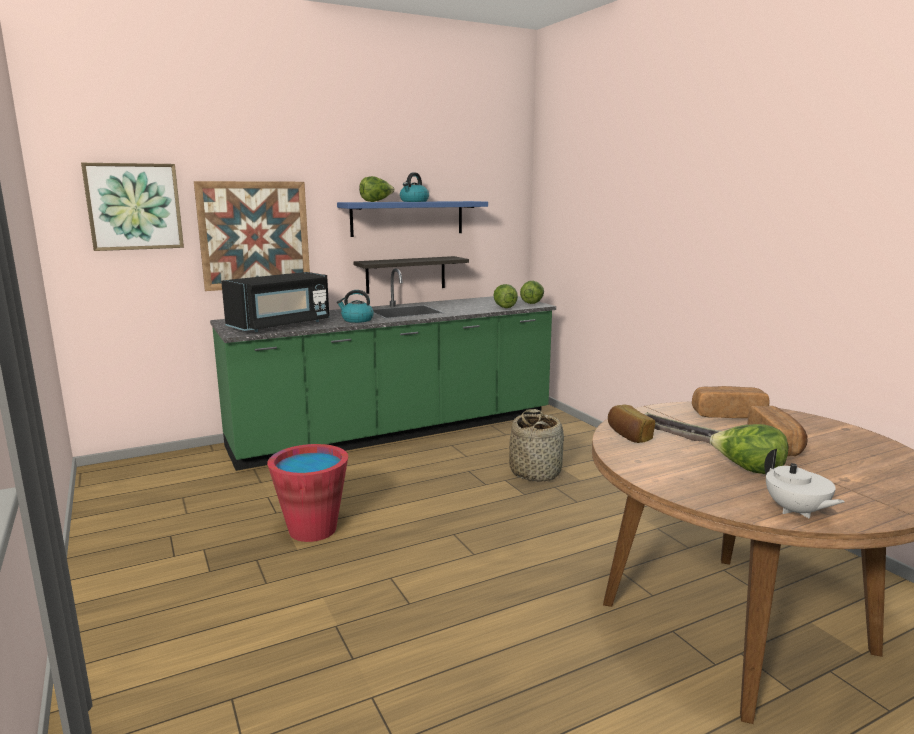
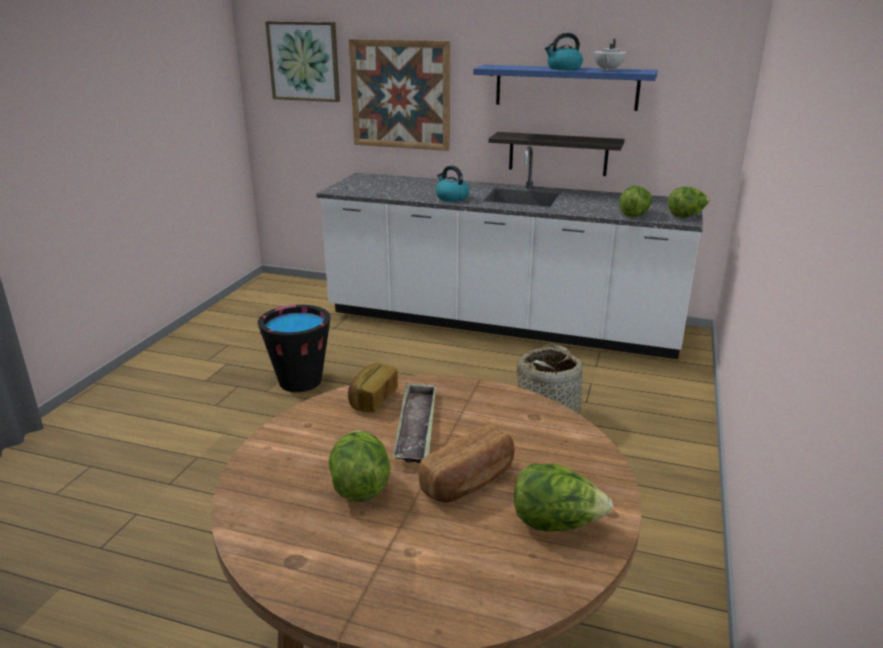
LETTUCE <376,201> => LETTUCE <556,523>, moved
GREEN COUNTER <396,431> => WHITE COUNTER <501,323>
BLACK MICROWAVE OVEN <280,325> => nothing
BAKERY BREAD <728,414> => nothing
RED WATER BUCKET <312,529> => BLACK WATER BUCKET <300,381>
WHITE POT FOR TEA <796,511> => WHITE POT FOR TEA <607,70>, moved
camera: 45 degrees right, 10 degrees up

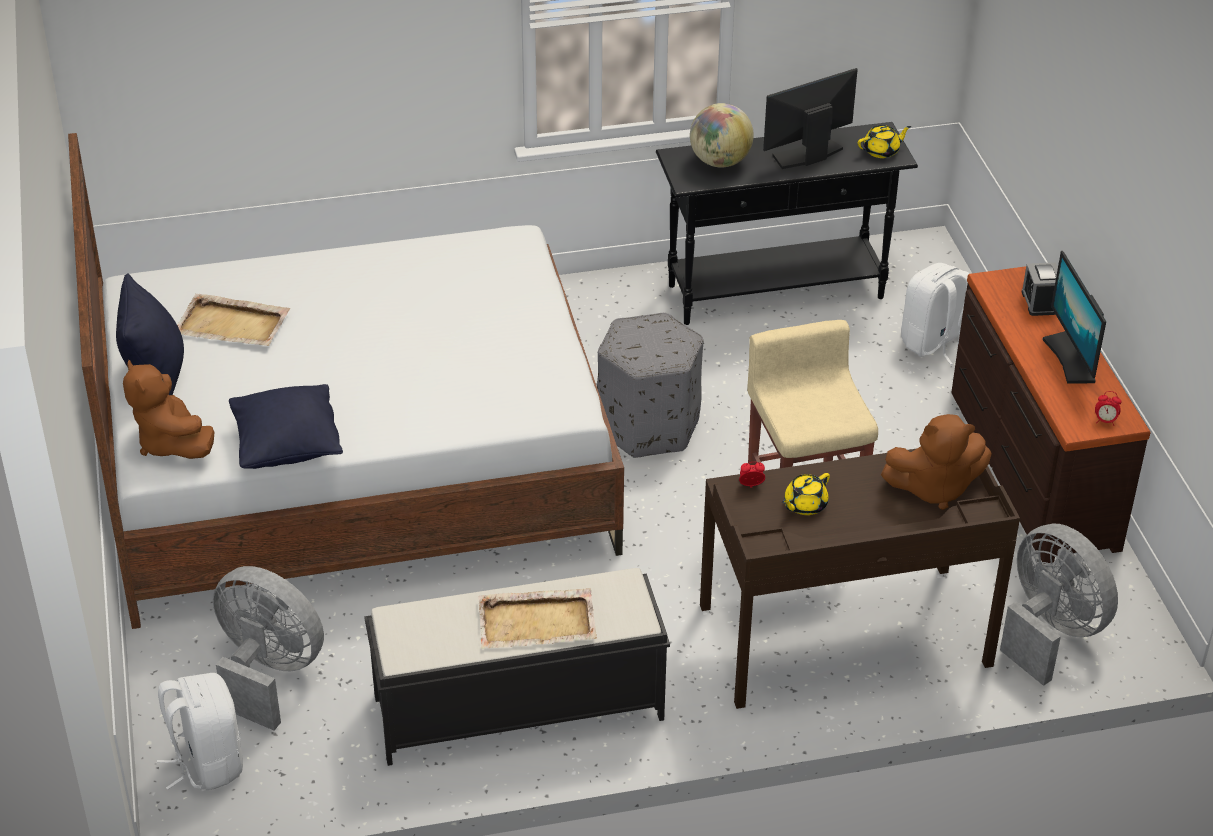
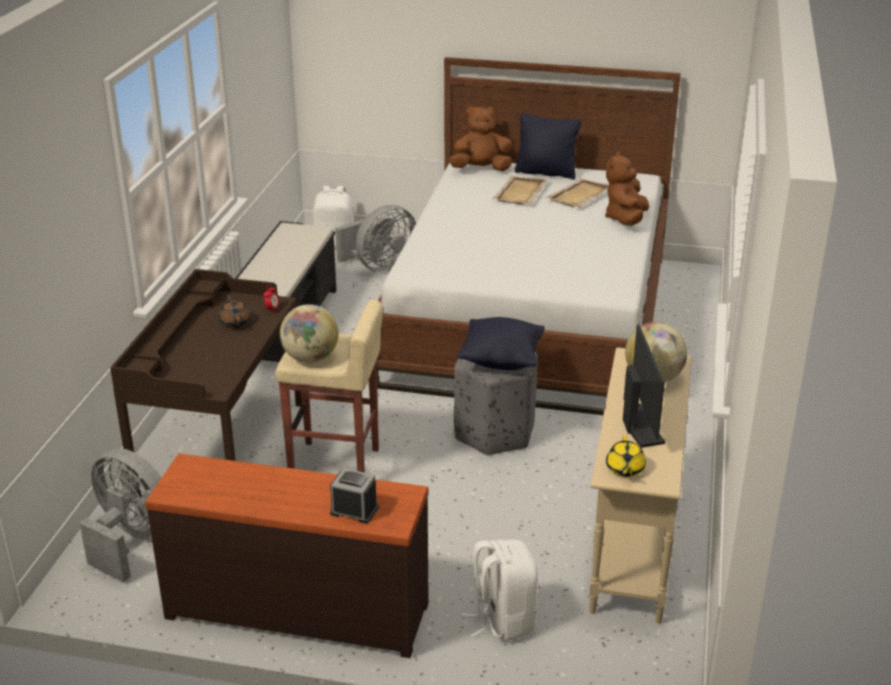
BLACK HALL TABLE <777,292> => BEIGE HALL TABLE <632,549>
MONITOR <1071,359> => nothing
BLACK THROW PILLOW <287,448> => BLACK THROW PILLOW <501,360>, moved
BEDSIDE CLOCK <1105,421> => nothing
BROWN CUDDLY TOY <934,488> => BROWN CUDDLY TOY <626,219>, moved
YELLOW POT FOR TEA <804,505> => BROWN POT FOR TEA <235,322>
GREYISH ELECTRIC FAN <1050,632> => GREYISH ELECTRIC FAN <131,541>, 135 degrees counterclockwise
BEIGE CARRYING TRAY <538,622> => BEIGE CARRYING TRAY <520,193>, moved
nothing => WORLD GLOBE <310,358>
camera: 115 degrees right, 10 degrees down

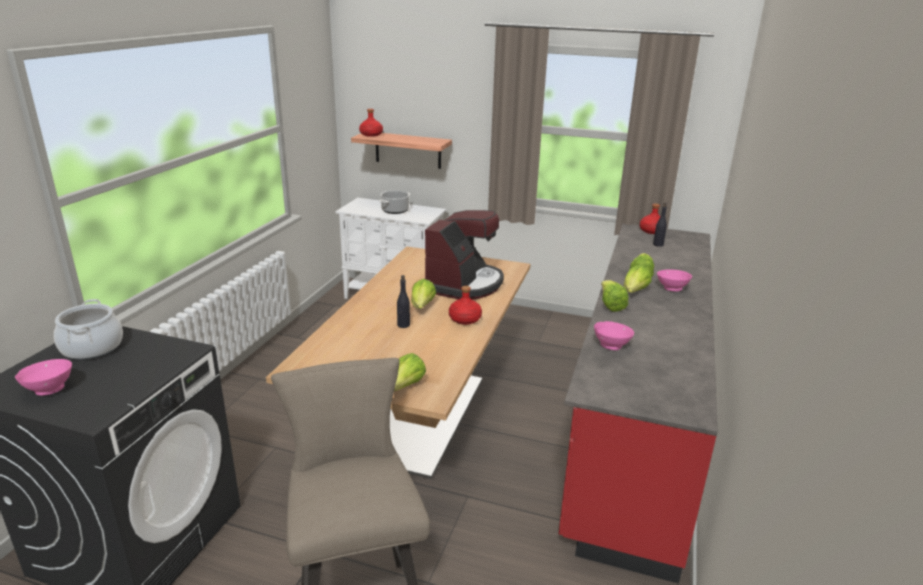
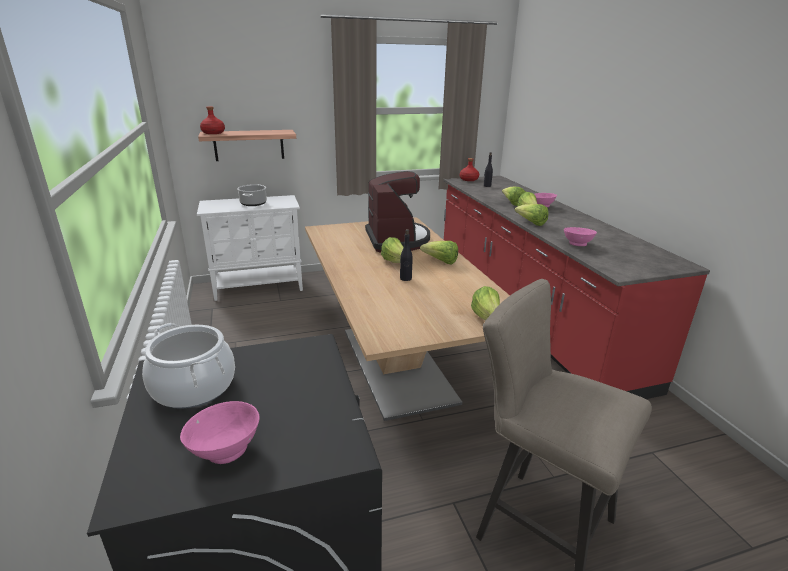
RED BOTTLE <464,319> => LETTUCE <441,262>
camera: 35 degrees left, 0 degrees up

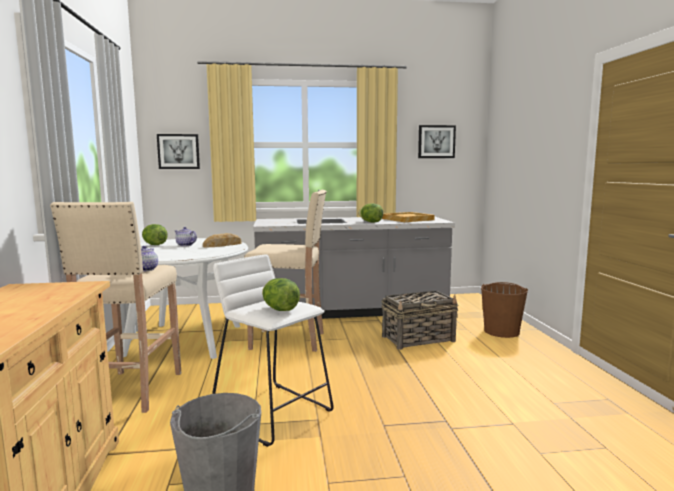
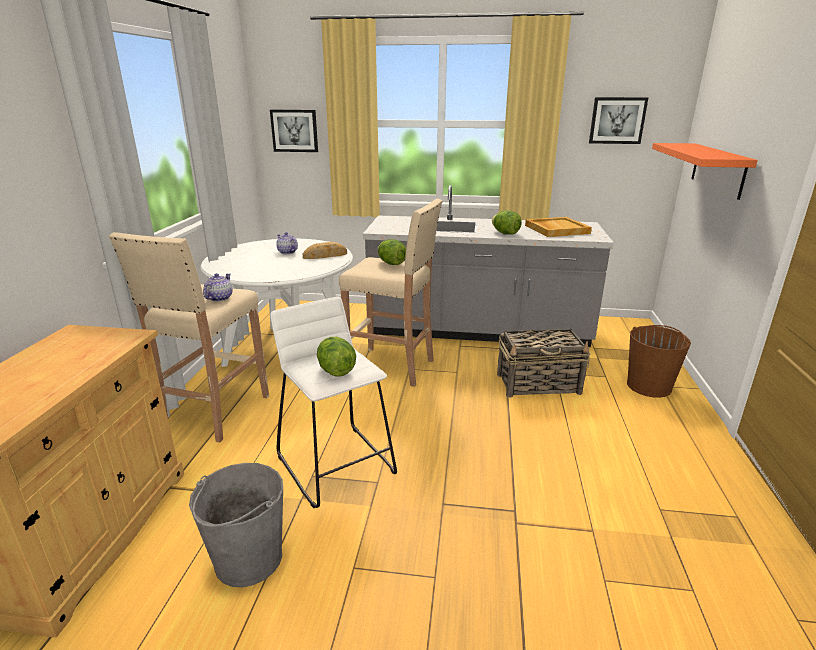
LETTUCE <154,245> => LETTUCE <391,263>, moved
nothing => ORANGE-COLOURED WALL SHELF <718,169>
camera: 15 degrees right, 15 degrees up

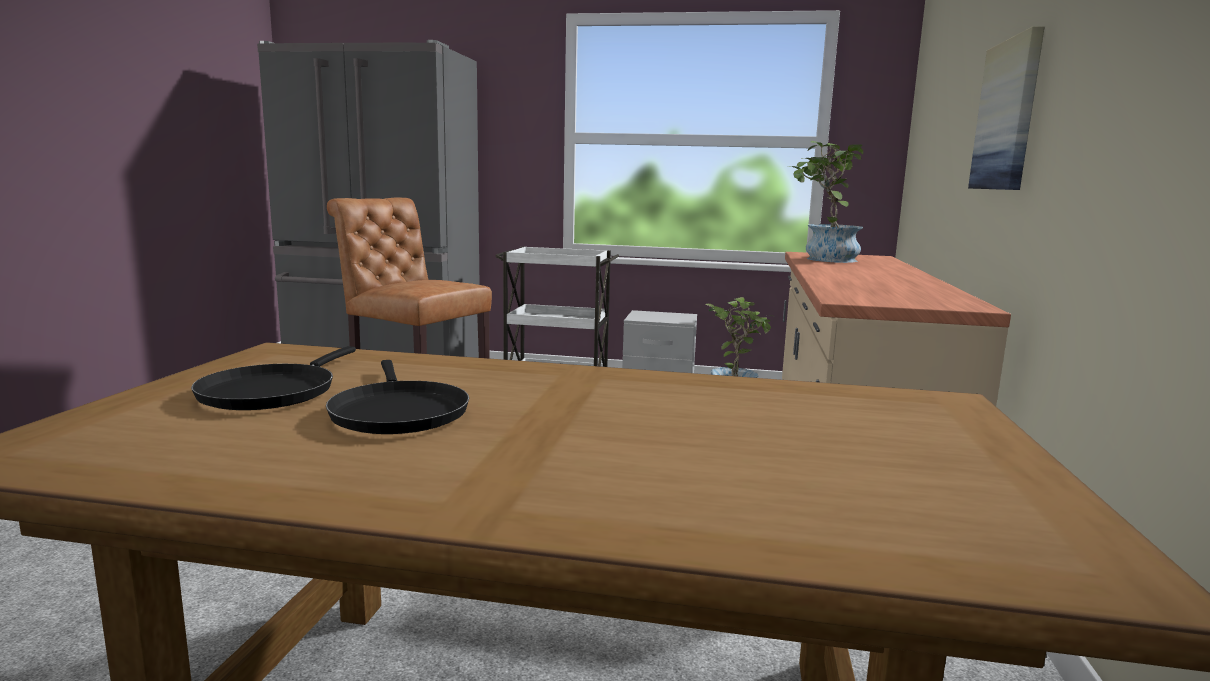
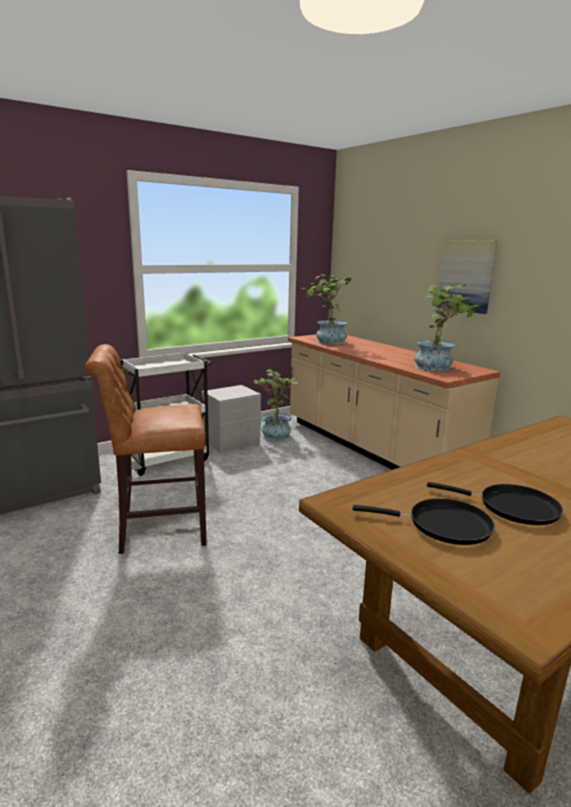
BLACK PAN <273,391> => BLACK PAN <443,525>, 45 degrees counterclockwise
nothing => PLANT IN A POT <438,367>
camera: 45 degrees left, 5 degrees up

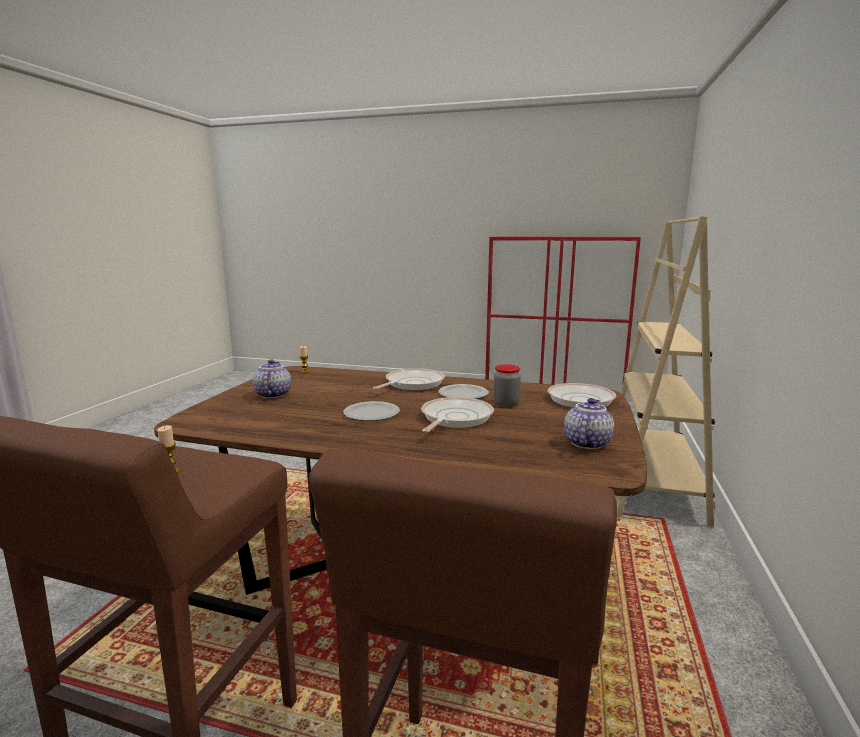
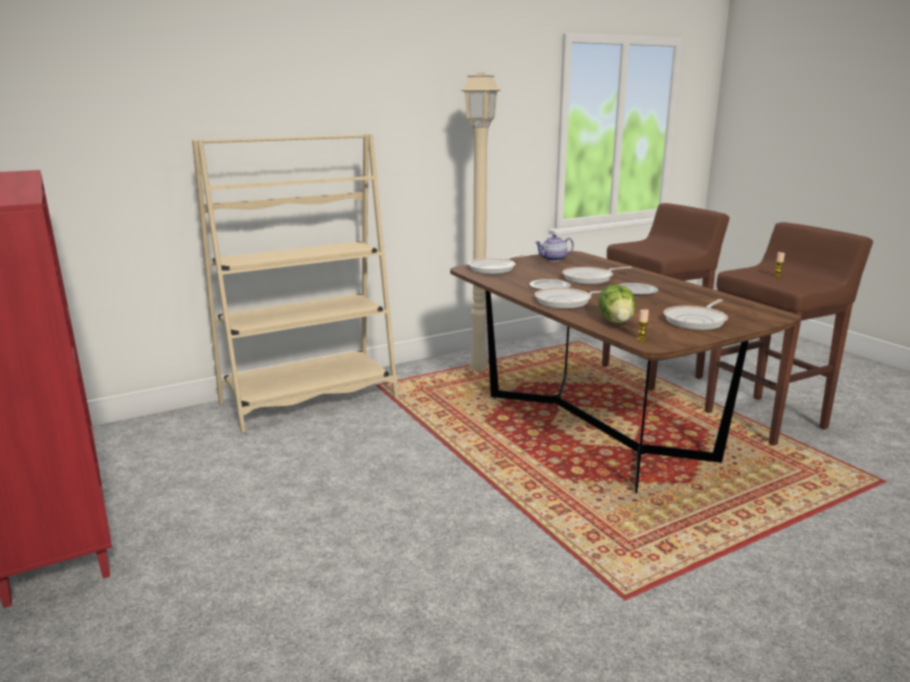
POT FOR TEA <272,394> => PAN <697,321>
JAR <506,403> => nothing
nothing => BEIGE STANDING LAMP <480,368>
nothing => LETTUCE <617,321>
camera: 135 degrees left, 5 degrees up

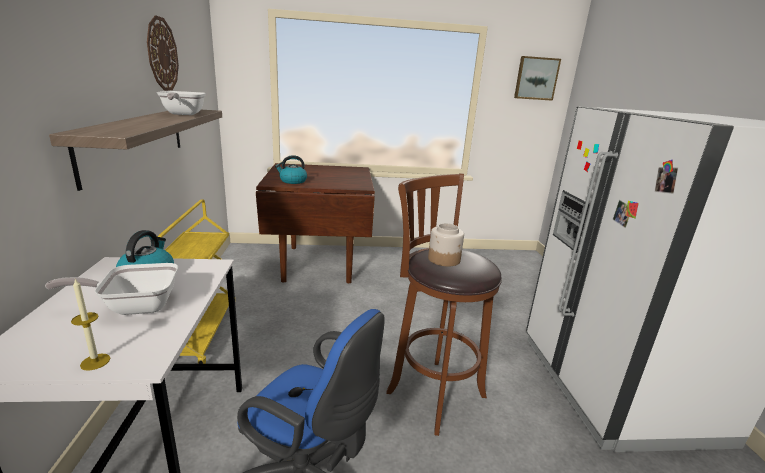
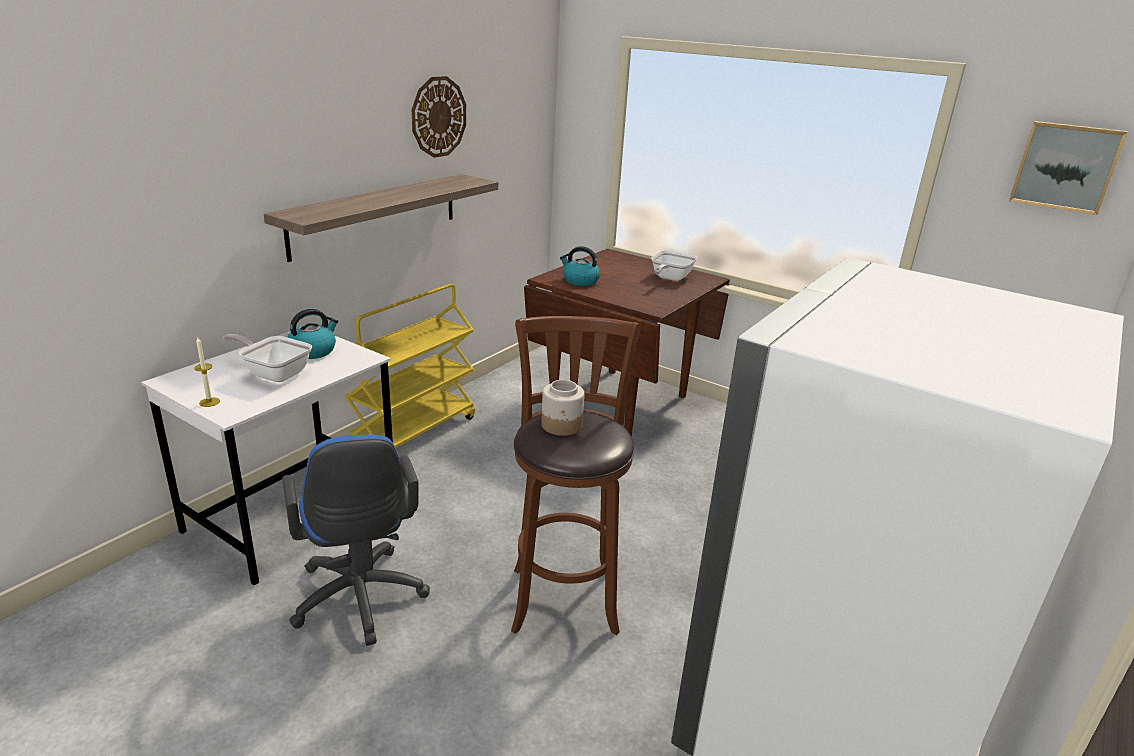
PAN <182,114> => PAN <669,278>, moved
camera: 40 degrees right, 5 degrees up

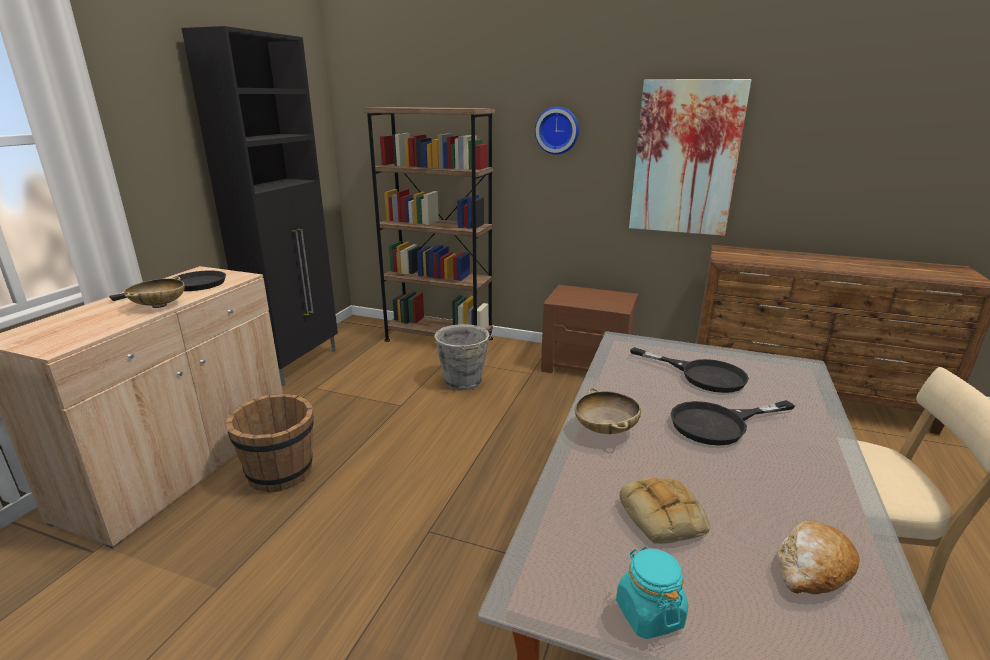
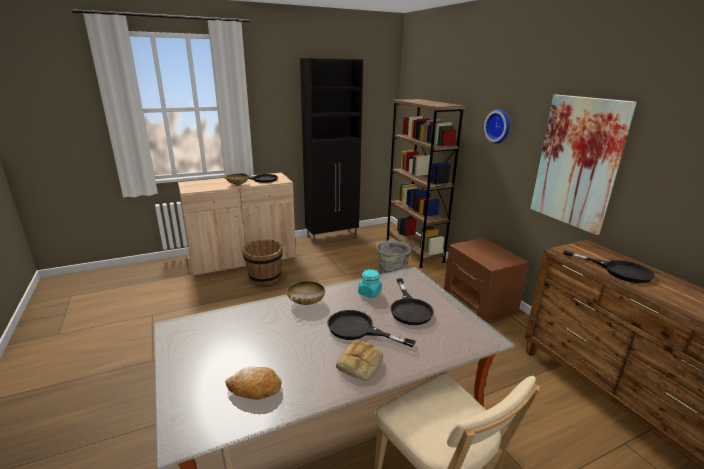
BAKERY BREAD <664,517> => BAKERY BREAD <360,365>, moved
TURQUOISE JAR <649,613> => TURQUOISE JAR <370,293>, moved
nothing => BLACK PAN <618,270>
camera: 45 degrees right, 0 degrees up

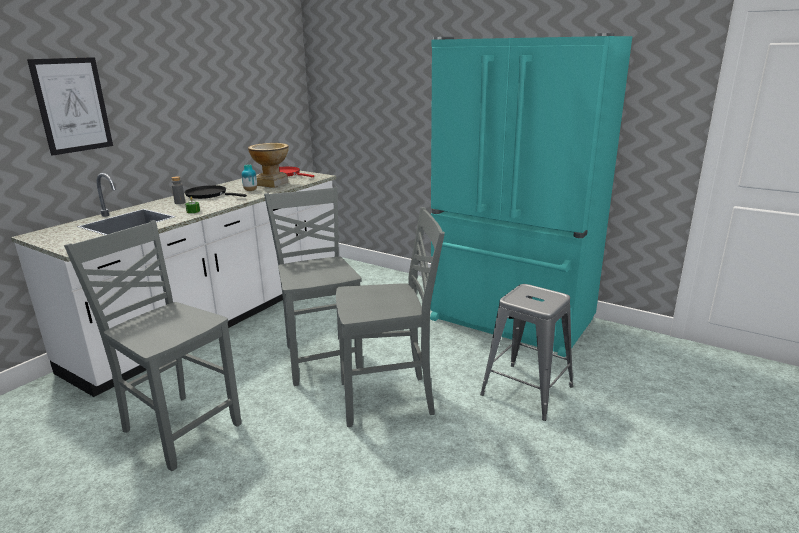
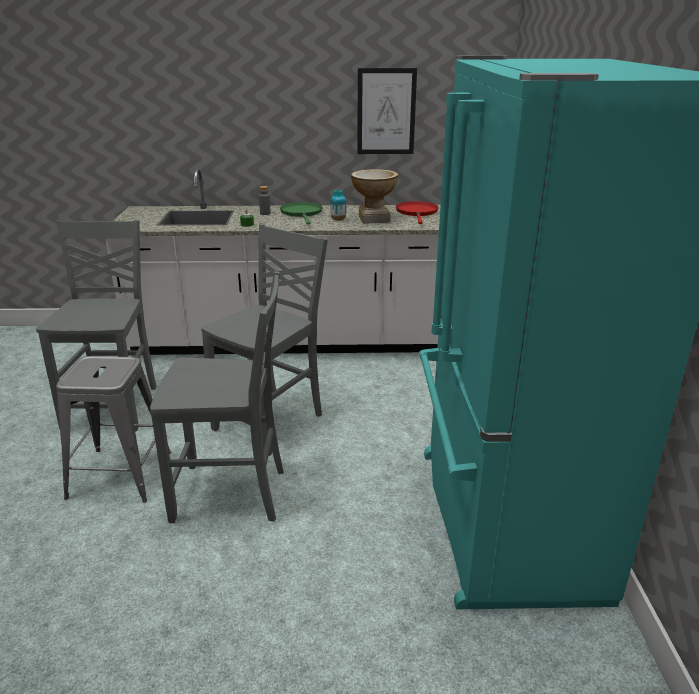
PICTURE <72,105> => PICTURE <386,112>, moved
BLACK PAN <209,195> => GREEN PAN <302,213>
GREYISH CHAIR <388,399> => GREYISH CHAIR <232,494>, 45 degrees counterclockwise
GREYISH STOOL <526,390> => GREYISH STOOL <120,474>, moved
camera: 55 degrees right, 5 degrees up

